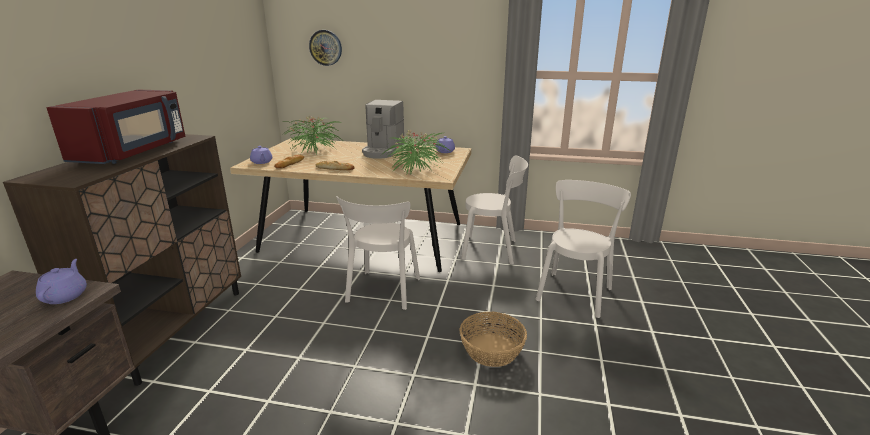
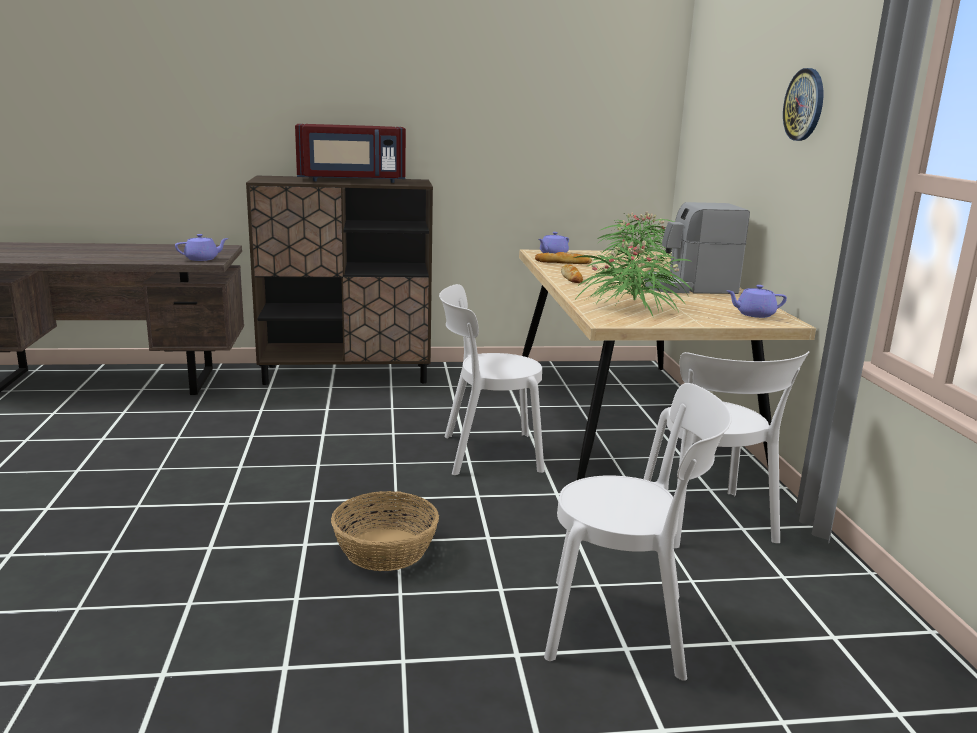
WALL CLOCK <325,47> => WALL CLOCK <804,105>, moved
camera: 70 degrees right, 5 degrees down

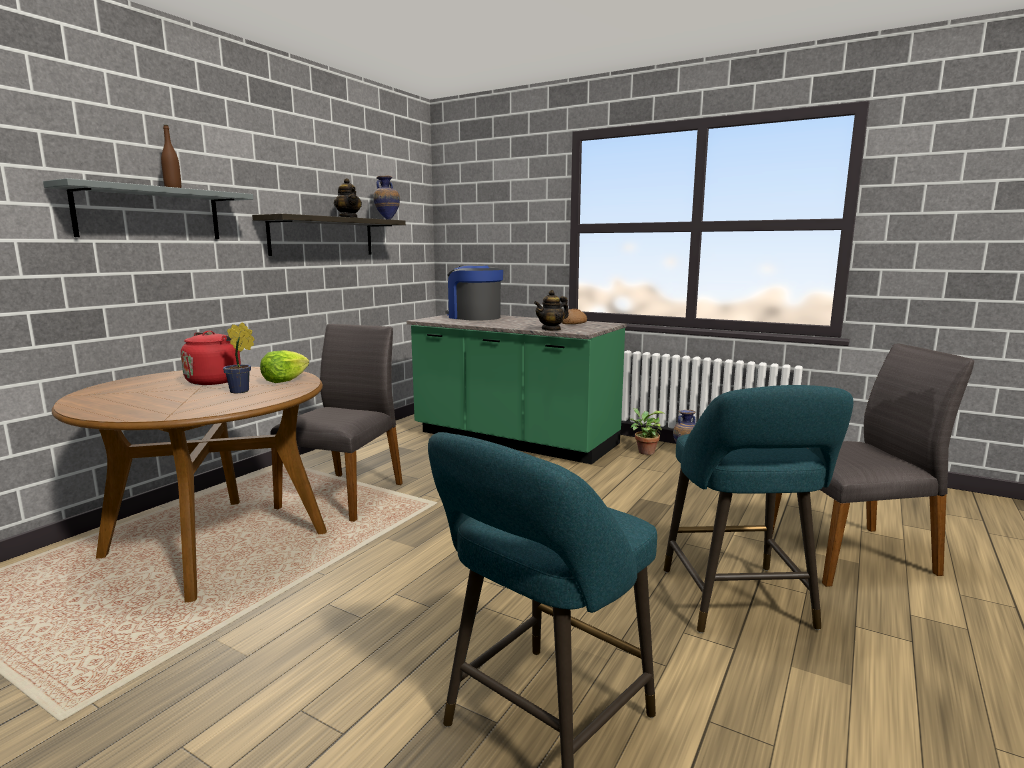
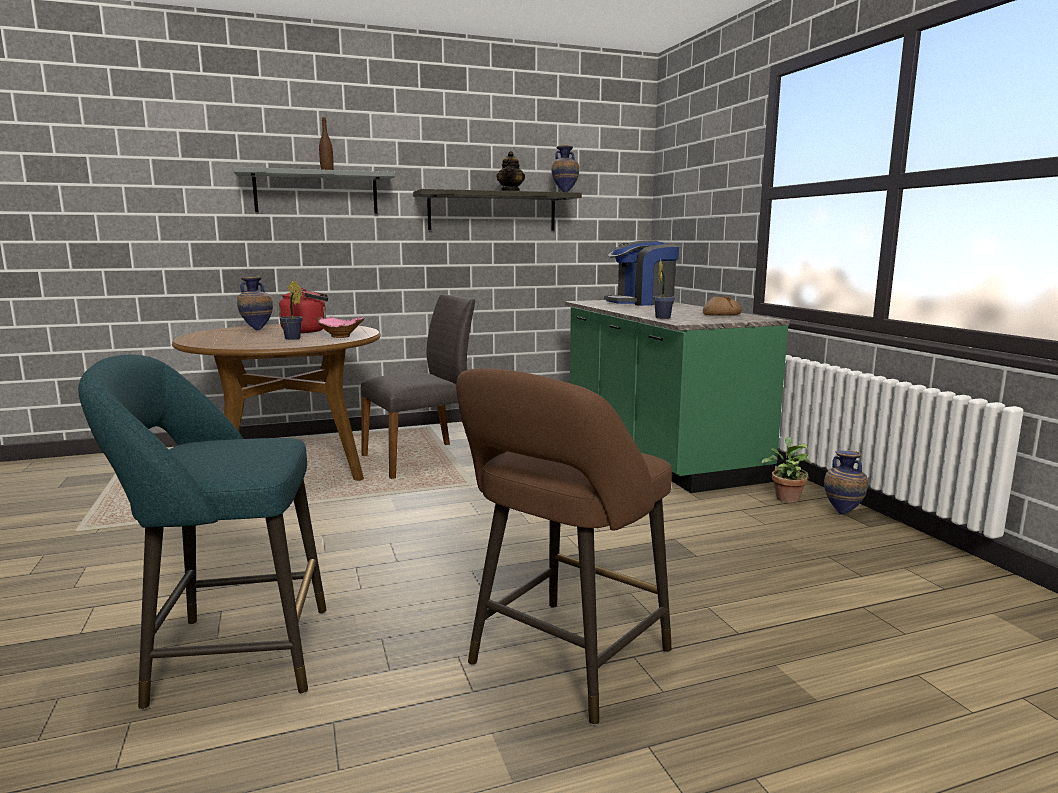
COFFEE BREWER <473,317> => COFFEE BREWER <641,302>, 105 degrees counterclockwise
POT FOR TEA <551,329> => PLANT IN A POT <662,317>
GREYISH CHAIR <851,553> => nothing
LETTUCE <284,381> => PINK DEEP DISH <341,336>
TURQUOISE STOOL <739,603> => BROWN STOOL <563,663>
nothing => DECORATIVE VASE <257,330>
camera: 40 degrees right, 0 degrees up

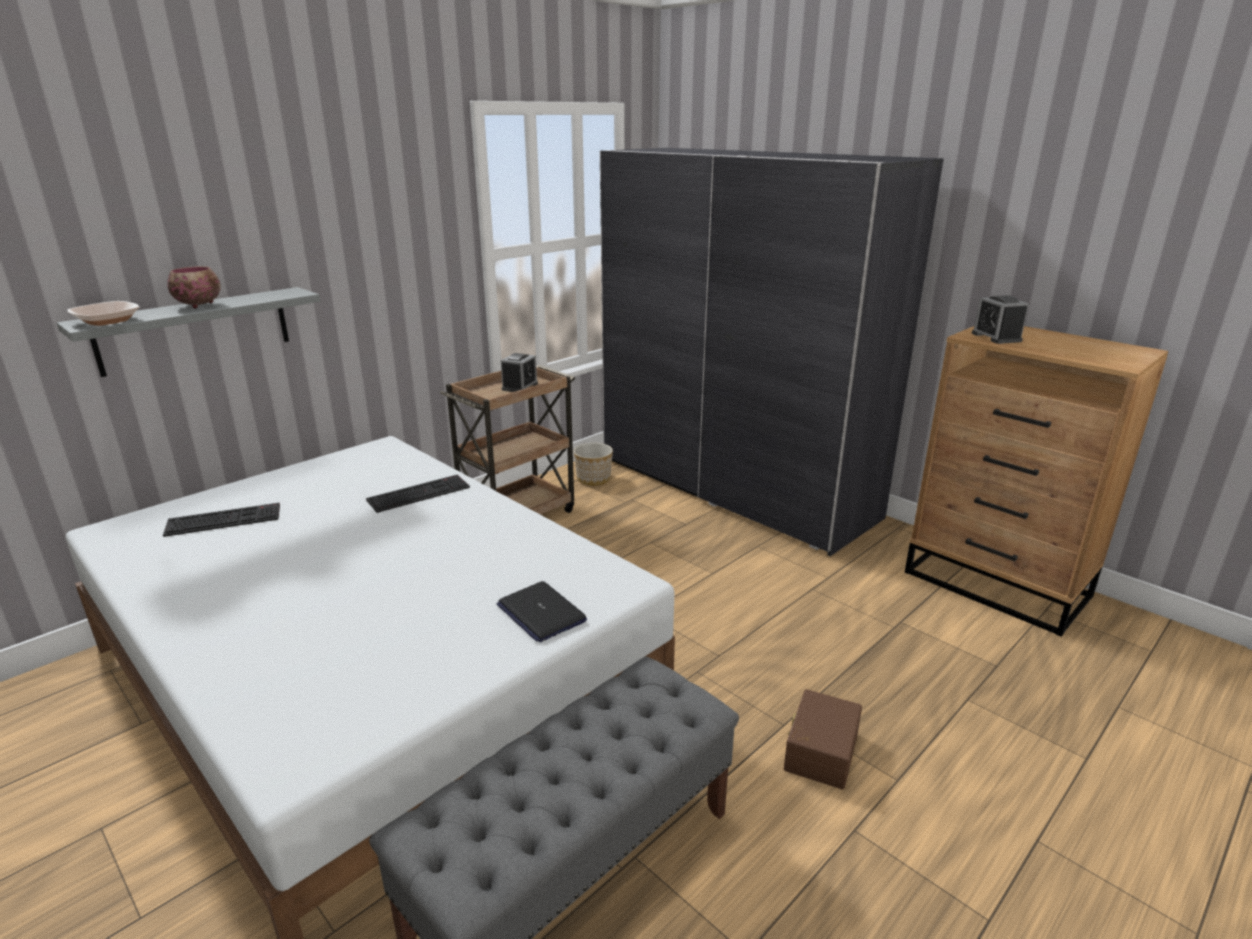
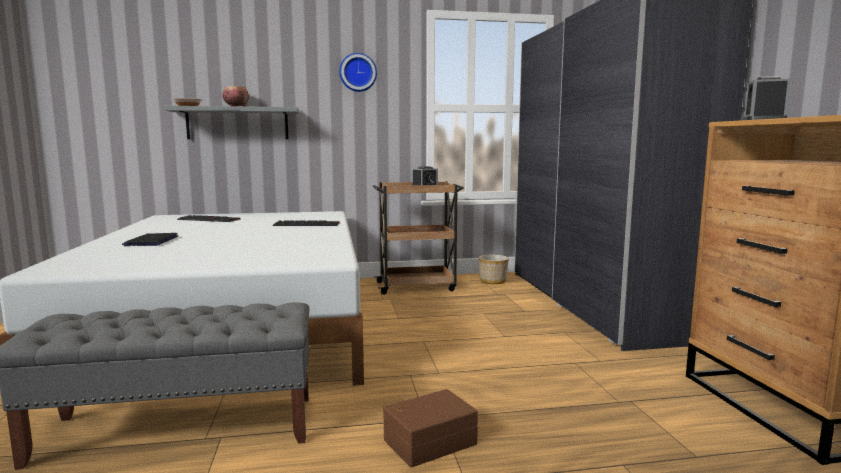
NOTEBOOK COMPUTER <541,613> => NOTEBOOK COMPUTER <151,241>, moved
nothing => WALL CLOCK <358,72>
camera: 35 degrees right, 15 degrees down

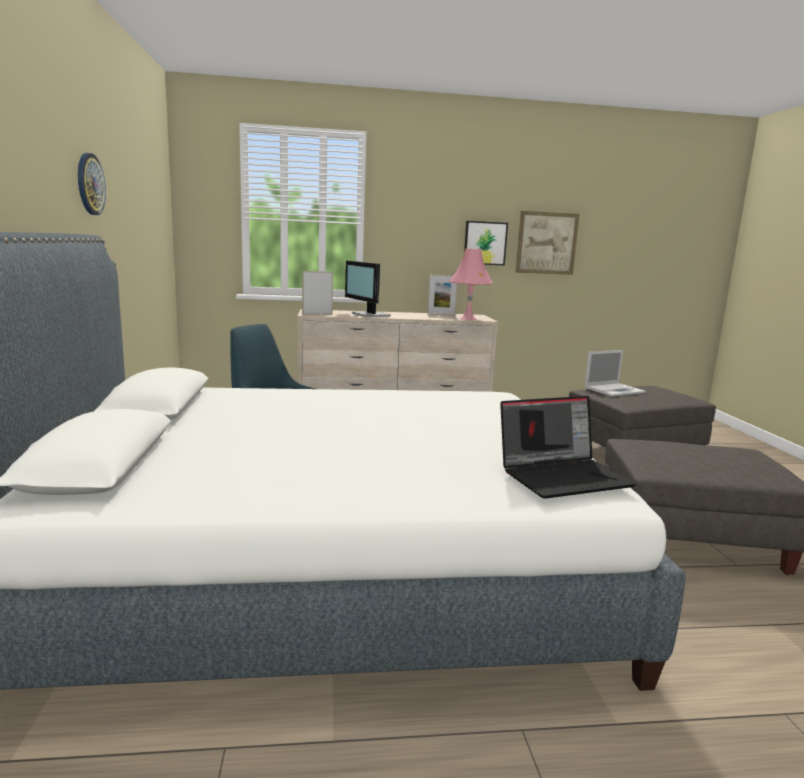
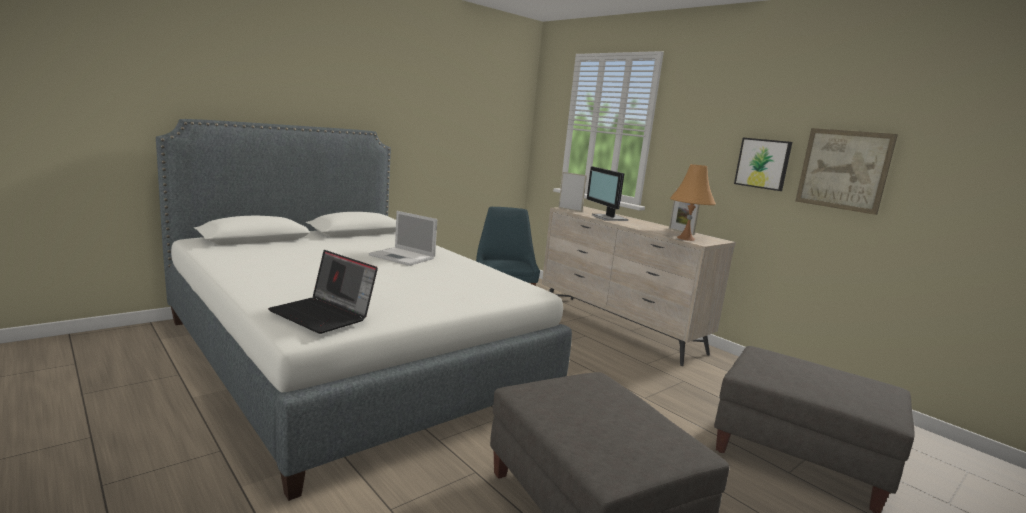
WALL CLOCK <90,184> => nothing
PINK TABLE LAMP <468,319> => ORANGE-COLOURED TABLE LAMP <685,238>
MONITOR <369,315> => MONITOR <608,218>, 45 degrees counterclockwise
NOTEBOOK COMPUTER <615,390> => NOTEBOOK COMPUTER <403,257>, moved
camera: 55 degrees right, 0 degrees up

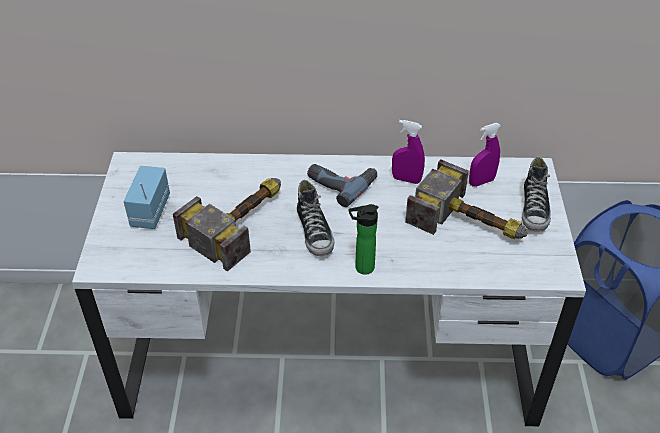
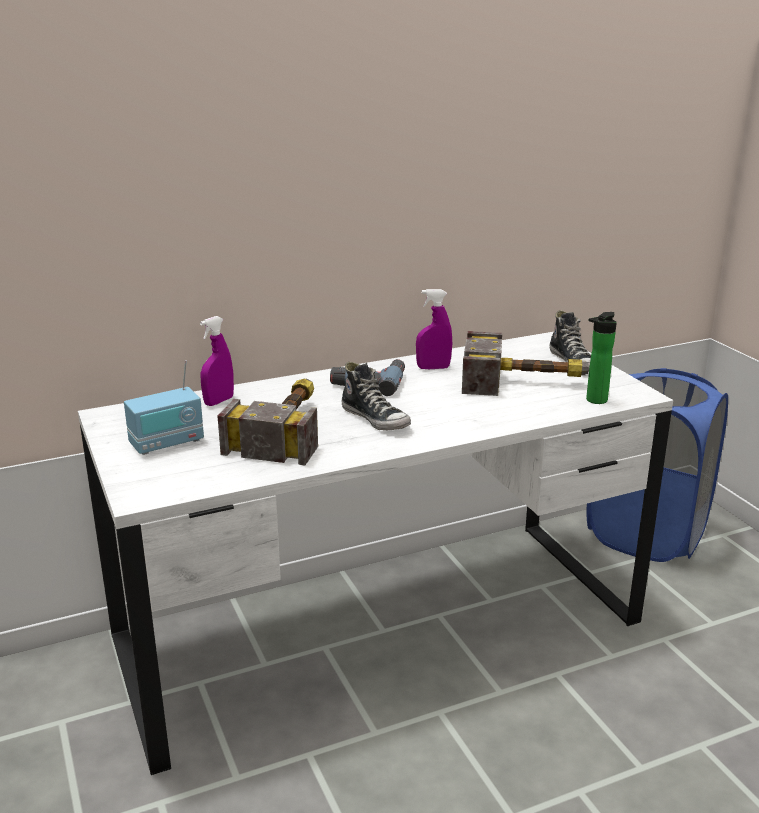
PURPLISH SPRAYER <481,182> => PURPLISH SPRAYER <219,401>, moved
RADIO RECEIVER <150,211> => RADIO RECEIVER <167,443>, 105 degrees counterclockwise
BOTTLE <361,268> => BOTTLE <594,401>, moved
camera: 25 degrees left, 20 degrees down

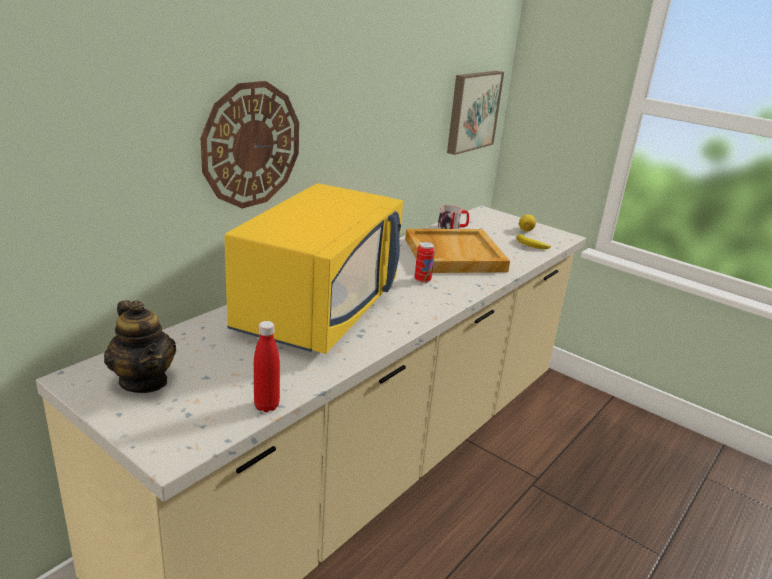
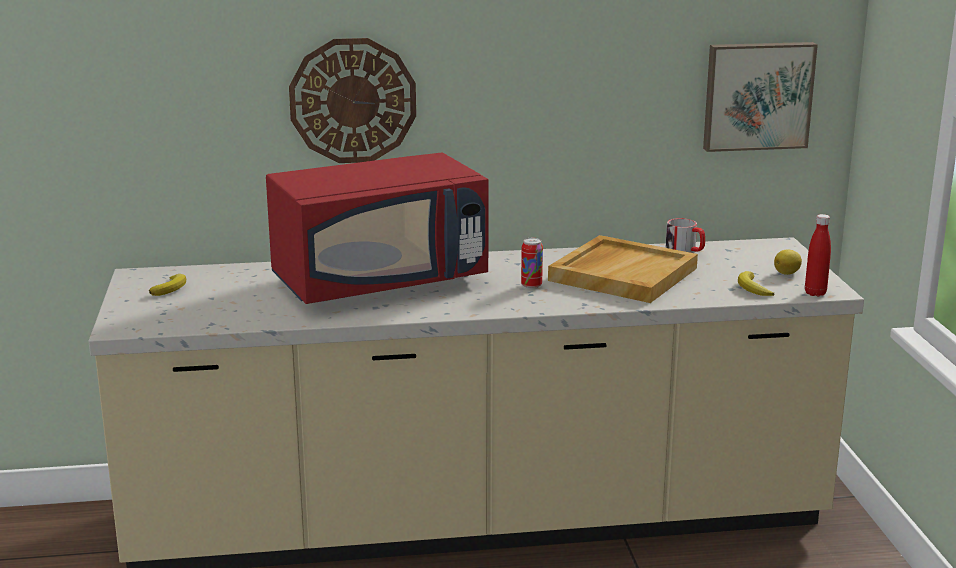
YELLOW MICROWAVE OVEN <318,309> => RED MICROWAVE OVEN <380,281>
POT FOR TEA <144,381> => BANANA FRUIT <170,288>
RED BOTTLE <266,406> => RED BOTTLE <815,293>, moved
camera: 45 degrees right, 5 degrees down

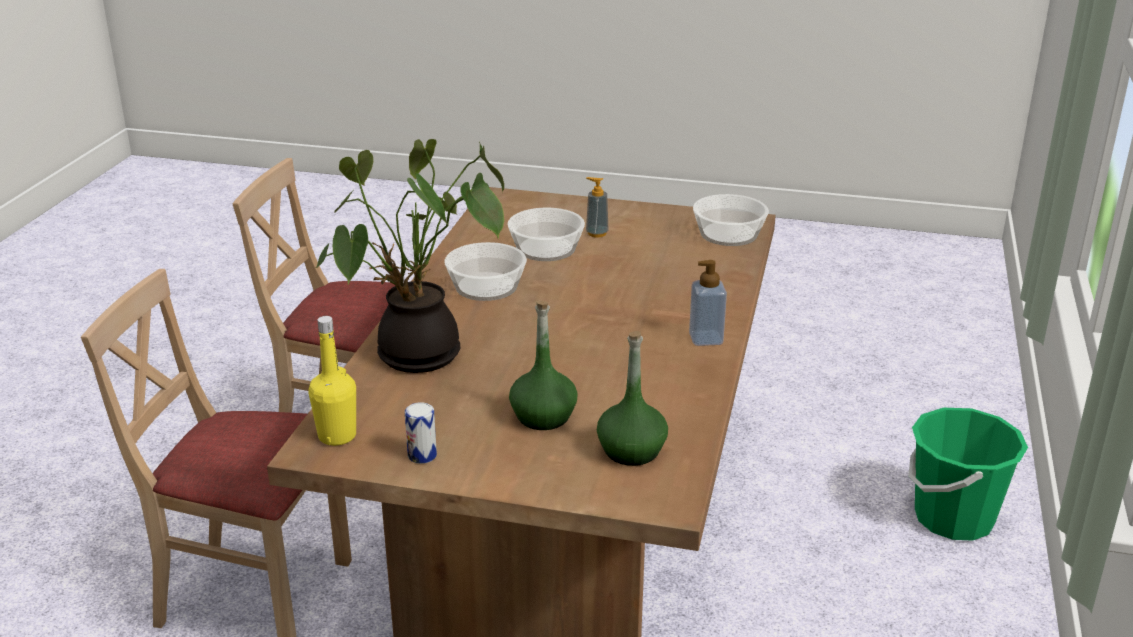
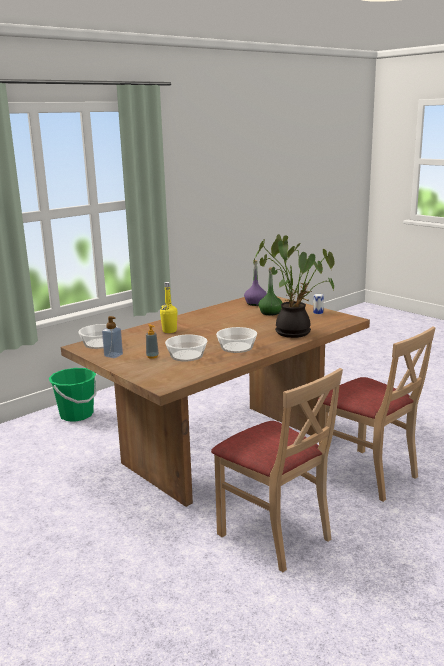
LIQUID SOAP BOTTLE <706,339> => LIQUID SOAP BOTTLE <113,355>, moved
YELLOW BOTTLE <337,436> => YELLOW BOTTLE <169,331>, moved
GREEN BOTTLE <631,451> => PURPLISH BOTTLE <255,303>
camera: 145 degrees left, 10 degrees down

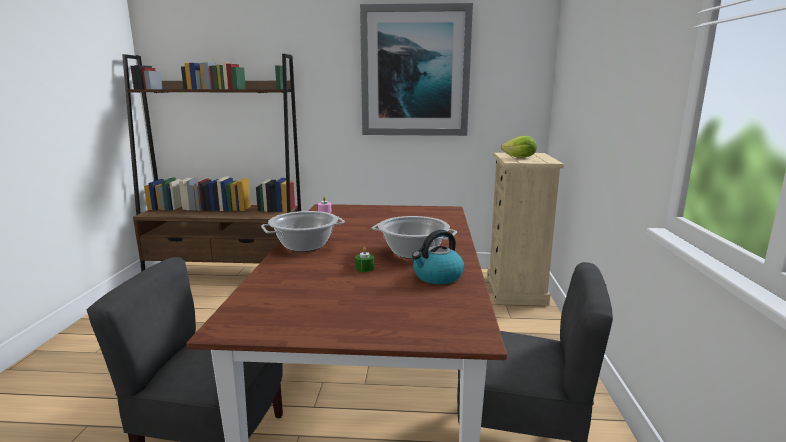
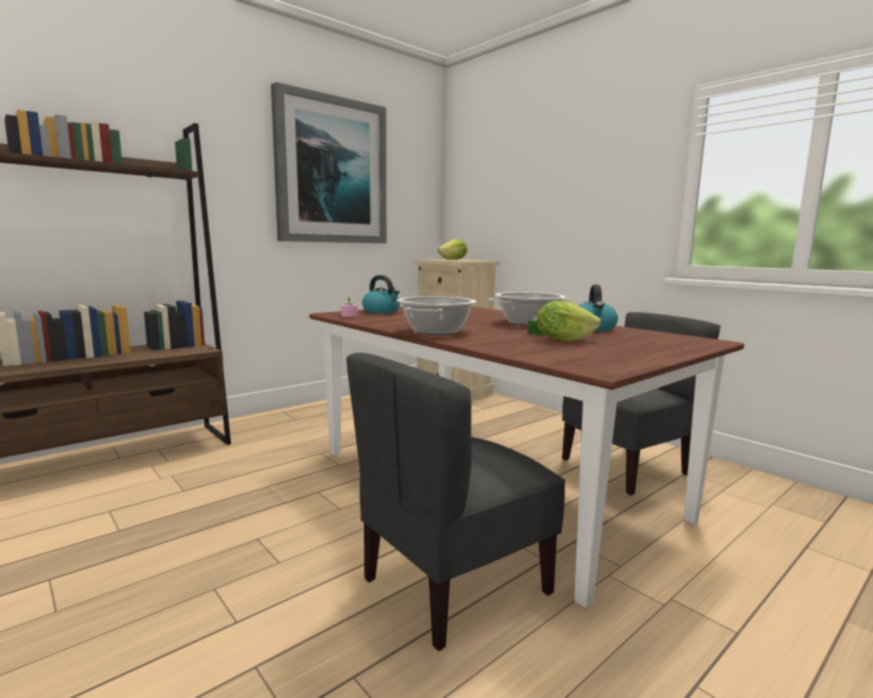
nothing => KETTLE <382,311>
nothing => LETTUCE <563,340>
camera: 45 degrees left, 5 degrees down

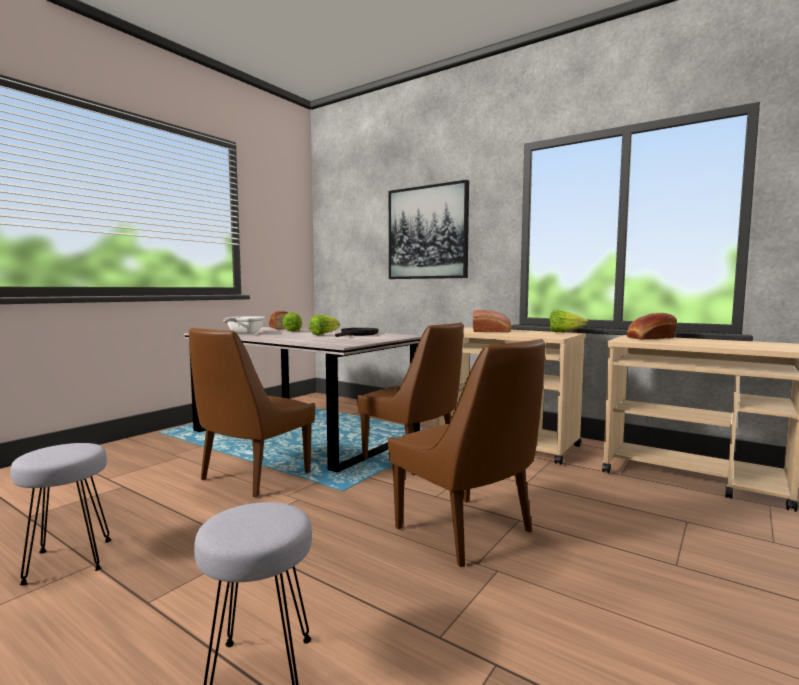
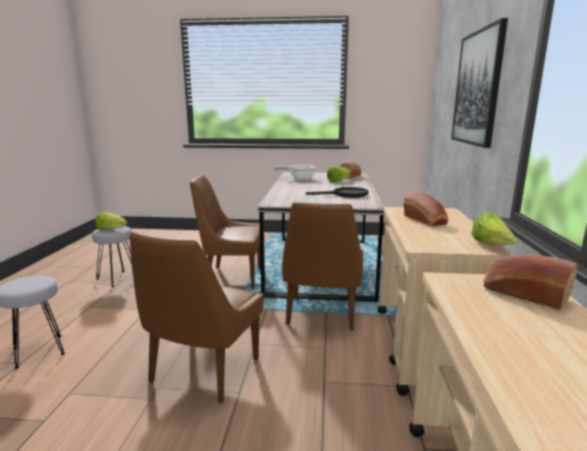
LETTUCE <323,334> => LETTUCE <110,229>, moved
camera: 60 degrees right, 10 degrees up

